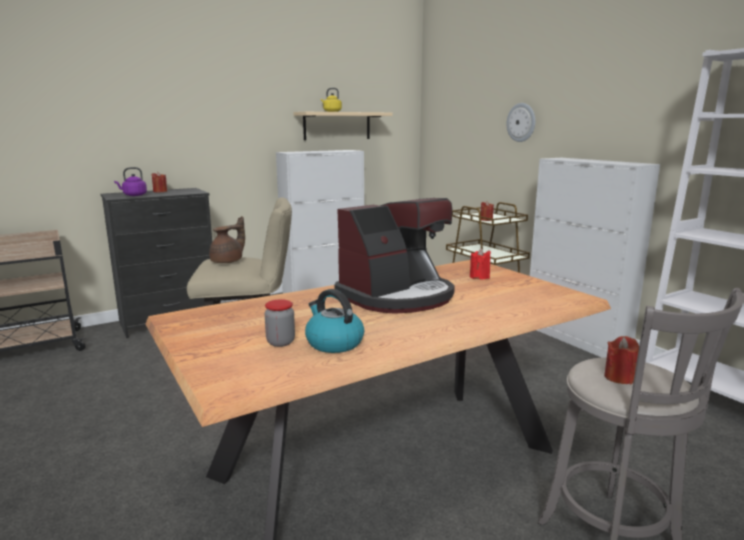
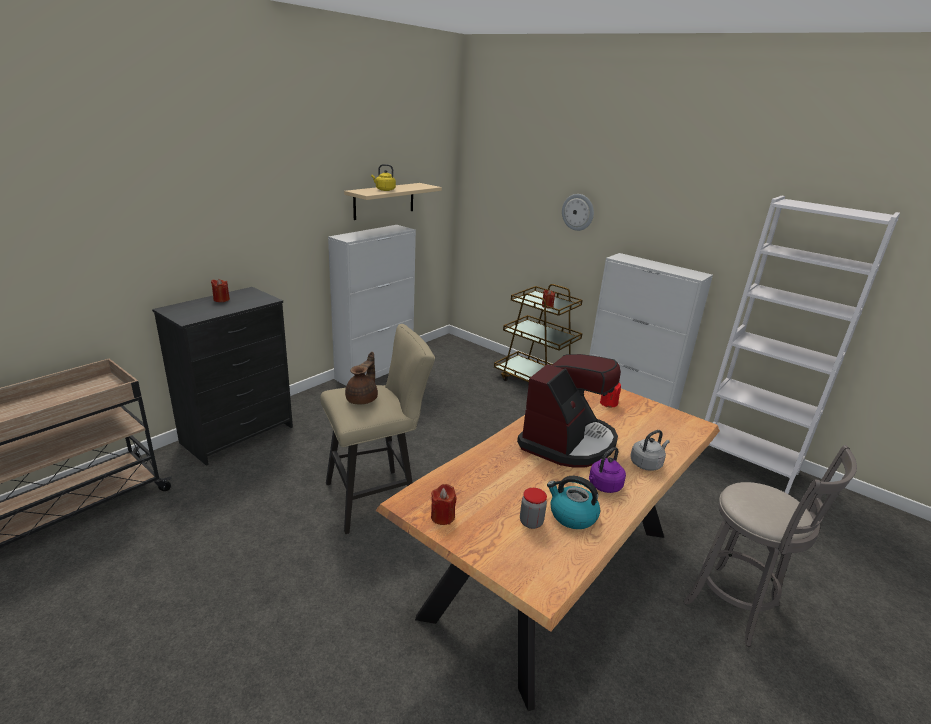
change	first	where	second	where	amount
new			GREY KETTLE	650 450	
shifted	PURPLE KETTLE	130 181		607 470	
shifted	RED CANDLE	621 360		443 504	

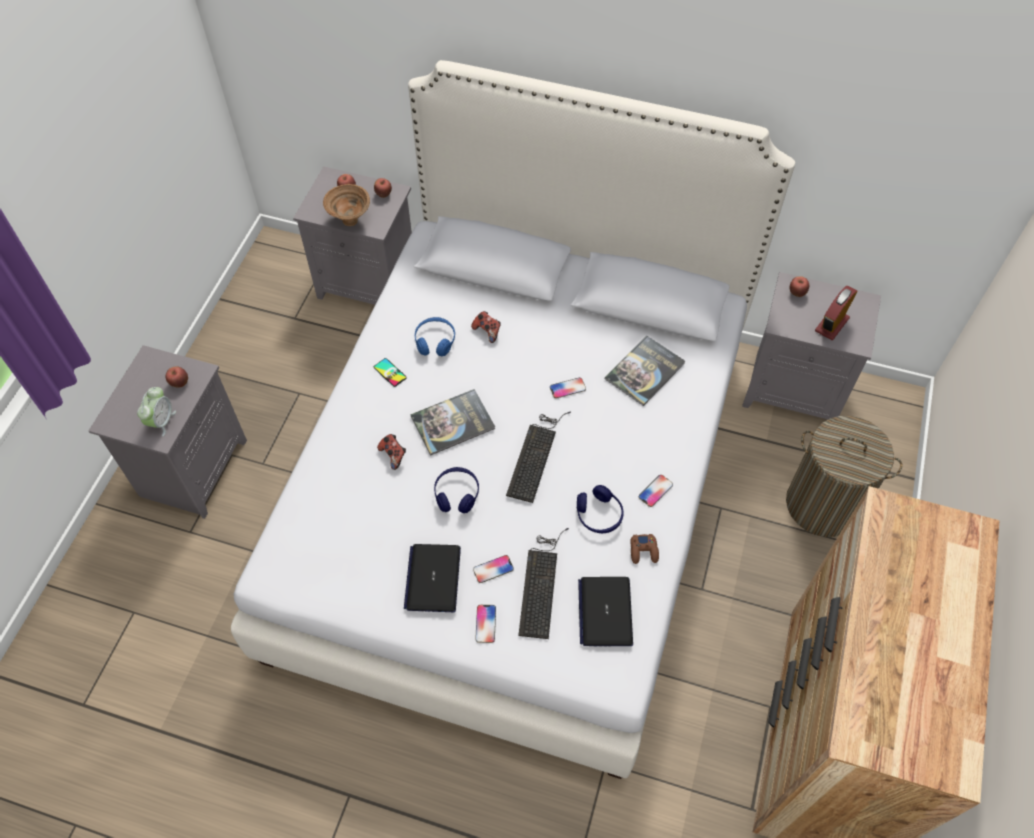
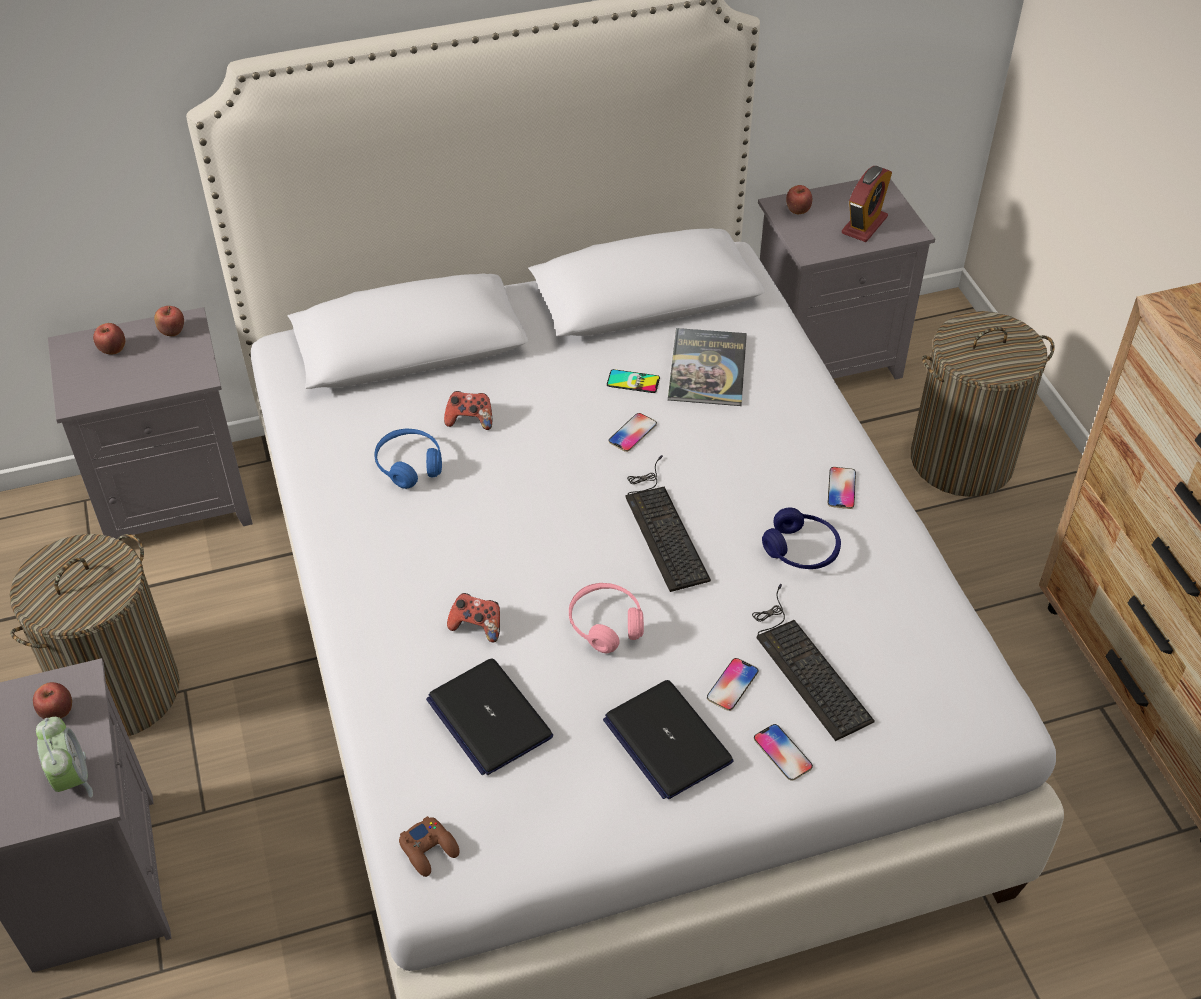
change	first	where	second	where	amount
gone	BROWN BOWL	346 205			
gone	BOOK	452 422			
new			LAUNDRY BASKET	95 635	
shifted	PHONE	390 372		633 381	
shifted	LAPTOP	605 612		489 716	
shifted	BROWN GAME CONTROLLER	644 549		429 846	
repainted	BLUE HEADPHONES	456 490	PINK HEADPHONES	606 618	
rotated	ALARM CLOCK	836 313		867 204	150 degrees counterclockwise

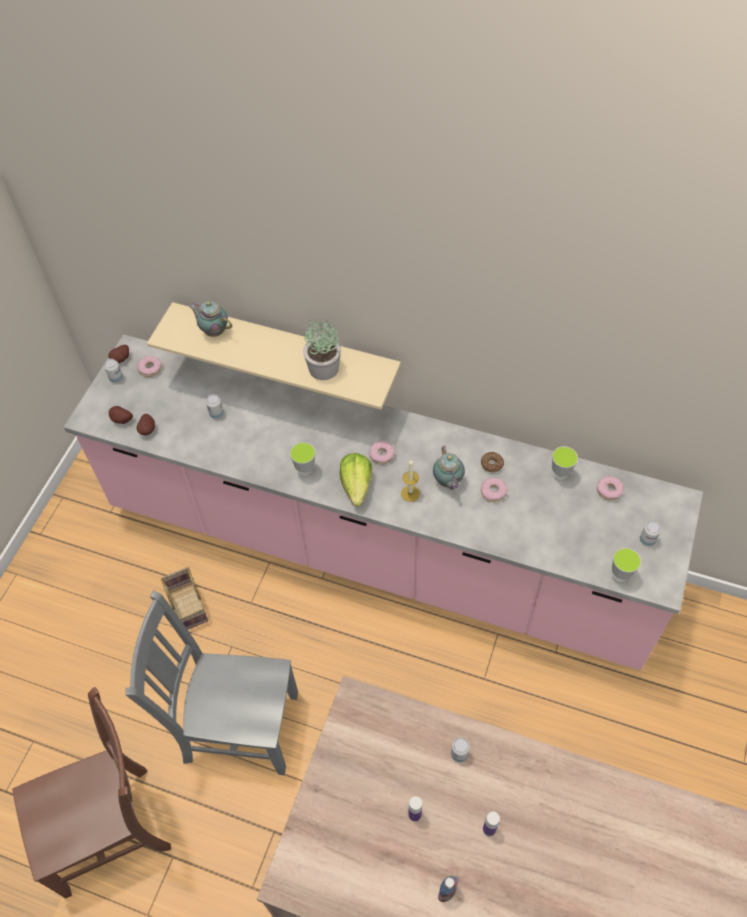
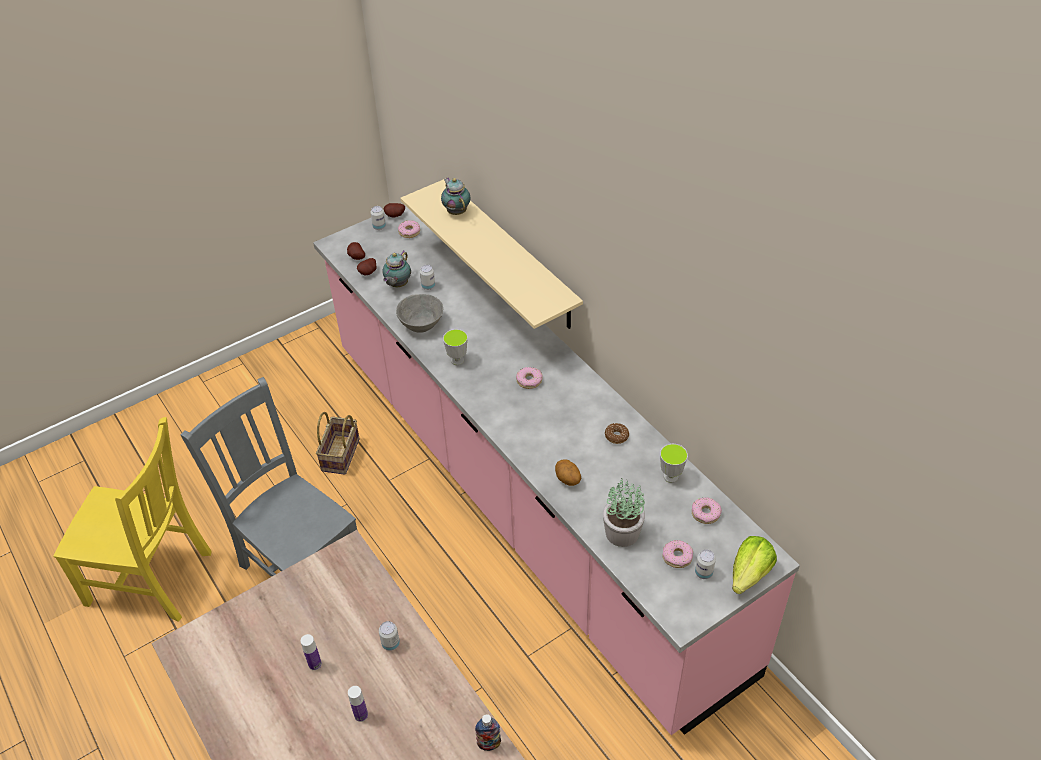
change	first	where	second	where	amount
gone	CANDLE	410 481			
gone	CUP	626 565			
new			GREY BOWL	419 313	
new			POTATO	568 472	
shifted	POTTED PLANT	322 349		624 512	
shifted	LETTUCE	356 479		754 565	
shifted	TEAPOT	449 468		397 268	
shifted	BOTTLE	448 889		488 732	
shifted	DONUT	494 490		677 554	
repainted	BROWN CHAIR	91 793	YELLOW CHAIR	132 519	

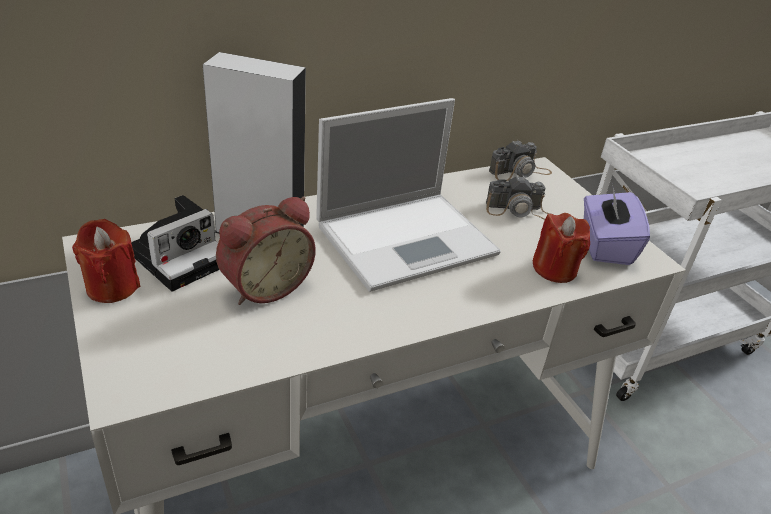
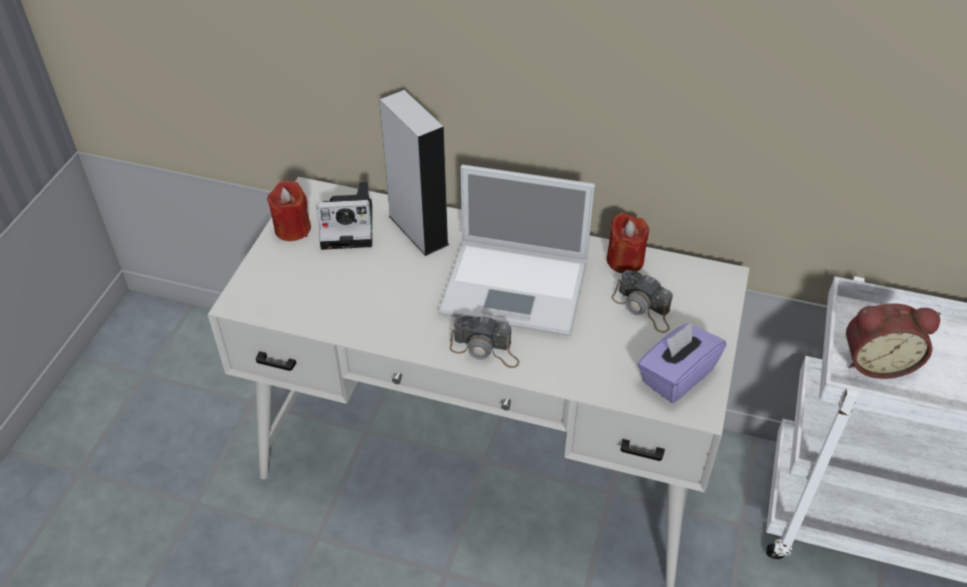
change	first	where	second	where	amount
shifted	ALARM CLOCK	266 250		893 341	
shifted	PHOTO CAMERA	520 160		485 341	
shifted	RED CANDLE	561 248		628 242	

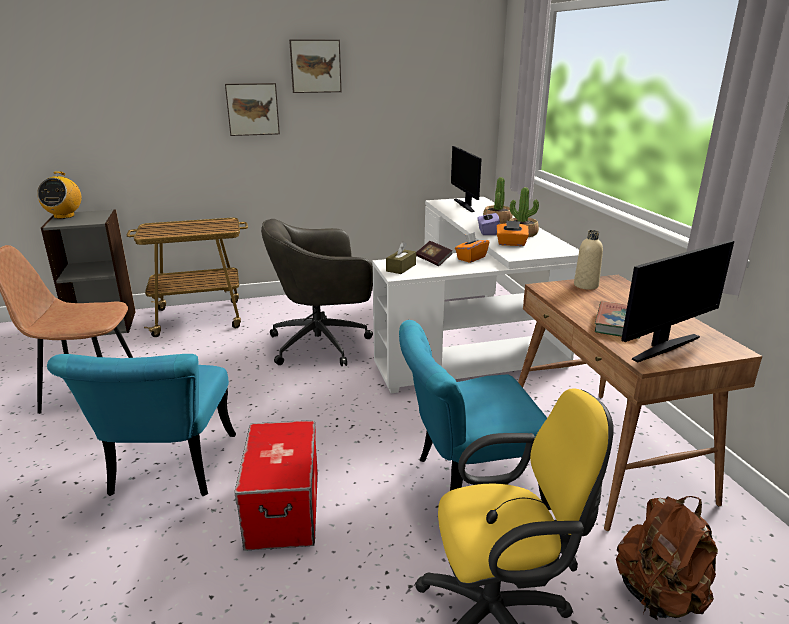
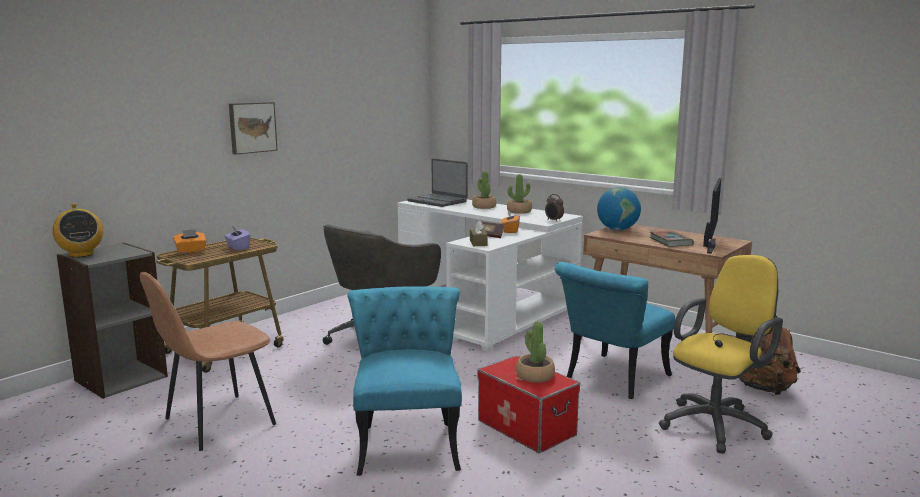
change	first	where	second	where	amount
gone	PICTURE	315 66			
new			POTTED PLANT	535 352	
new			ALARM CLOCK	554 207	
shifted	PURPLE TISSUE BOX	488 221		237 238	
shifted	ORANGE TISSUE BOX	512 233		189 241	
swapped	MONITOR	466 179	LAPTOP	437 183	
swapped	BEIGE BOTTLE	588 260	GLOBE	619 208	
rotated	TURQUOISE CHAIR	141 425		405 381	150 degrees counterclockwise

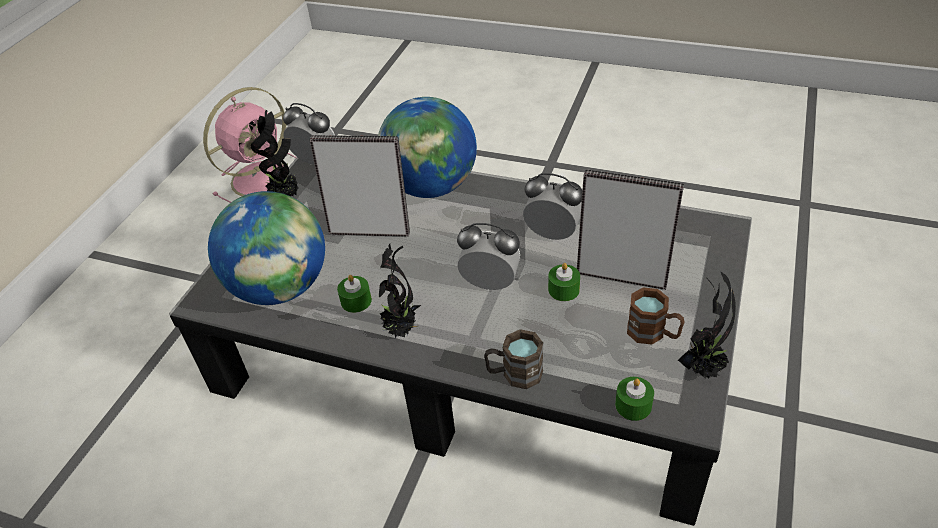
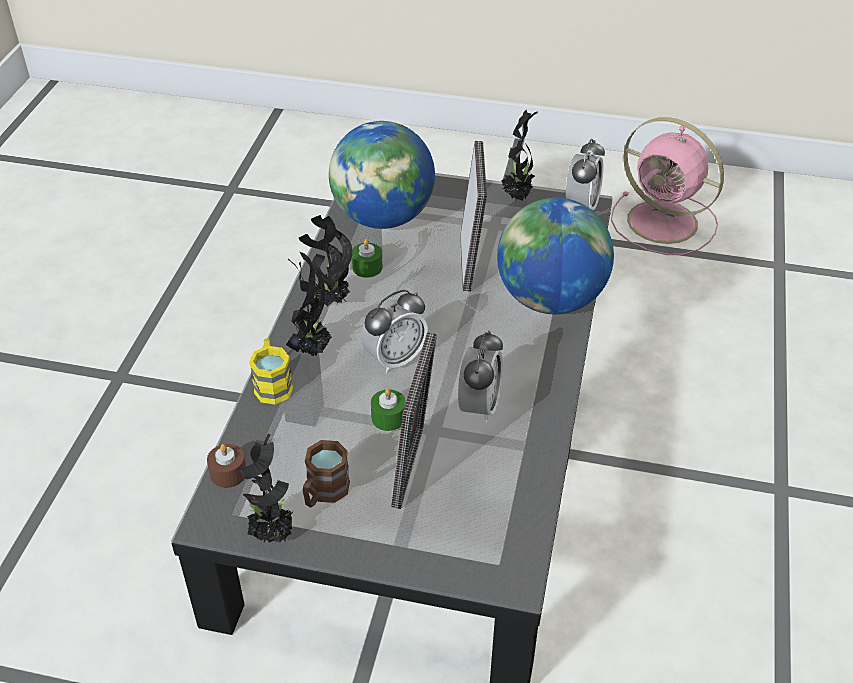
change	first	where	second	where	amount
new			POTTED PLANT	309 304	
repainted	BROWN MUG	513 359	YELLOW MUG	271 371	
repainted	GREEN CANDLE	634 399	BROWN CANDLE	226 466	
rotated	ALARM CLOCK	488 256		394 331	45 degrees clockwise

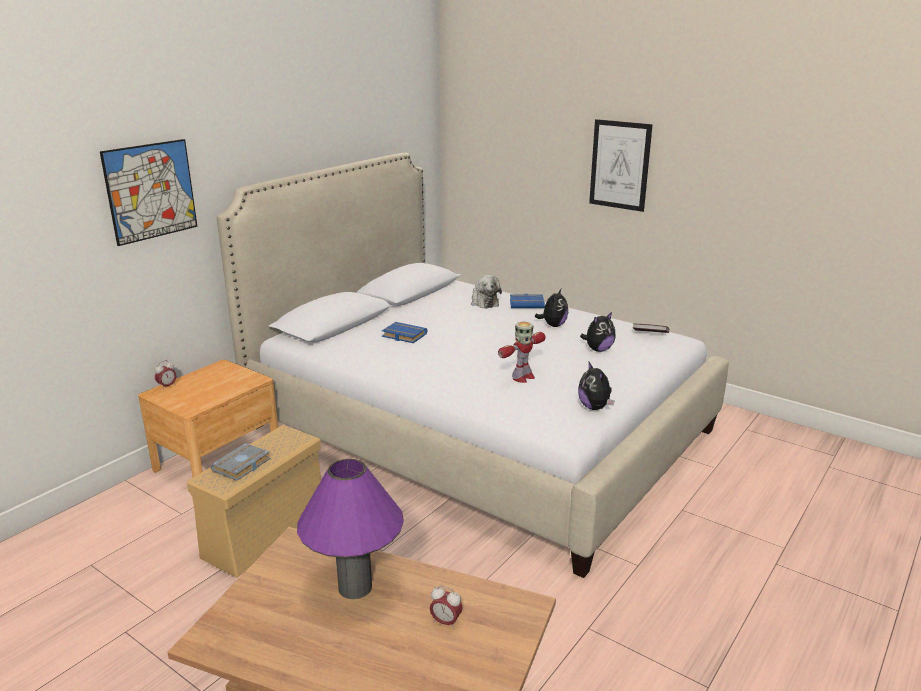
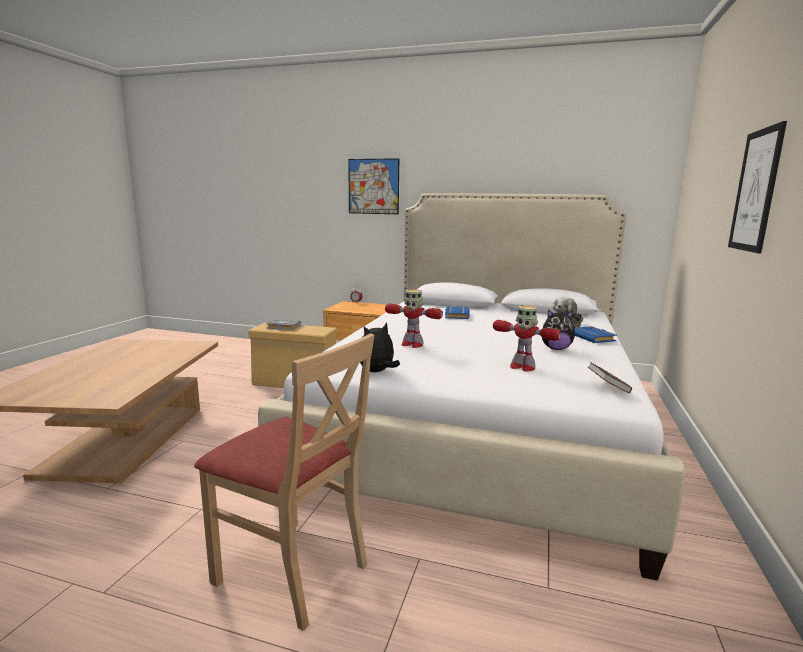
change	first	where	second	where	amount
gone	PURPLE TABLE LAMP	350 529			
gone	ALARM CLOCK	446 607			
new			BEIGE CHAIR	284 482	
swapped	PLUSH TOY	598 332	TOY ROBOT	527 338	

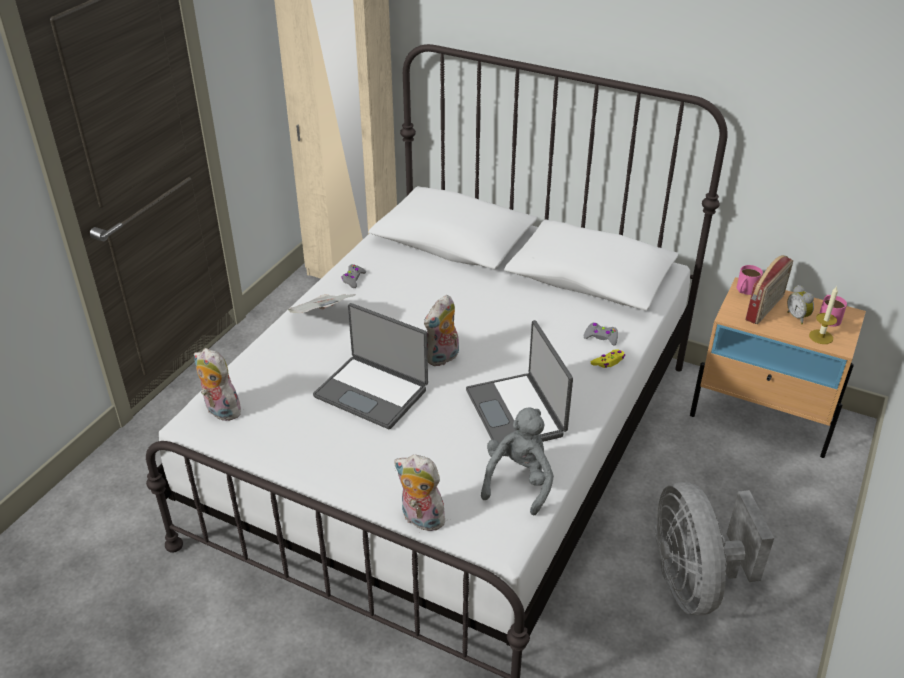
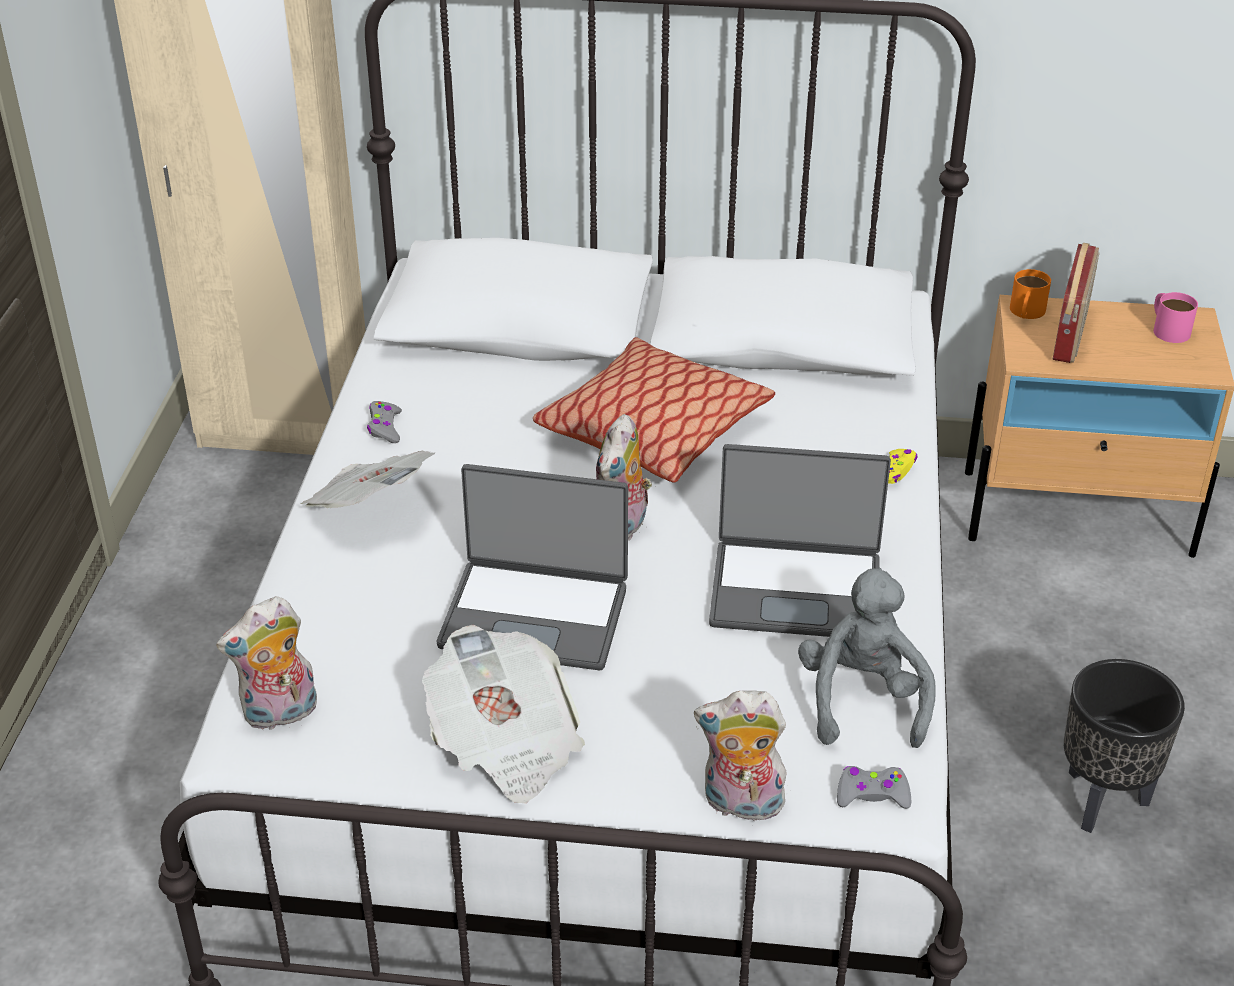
change	first	where	second	where	amount
gone	ALARM CLOCK	800 304			
gone	CANDLE	823 315			
new			NEWSPAPER	503 714	
new			PILLOW	654 410	
shifted	GREY GAME CONTROLLER	601 334		874 787	
swapped	GREY FAN	714 548	BLACK PLANTER	1124 746	
repainted	PINK MUG	750 280	ORANGE MUG	1030 294	
rotated	PLUSH TOY	218 384		266 663	45 degrees counterclockwise
rotated	LAPTOP	519 381		800 540	45 degrees counterclockwise

